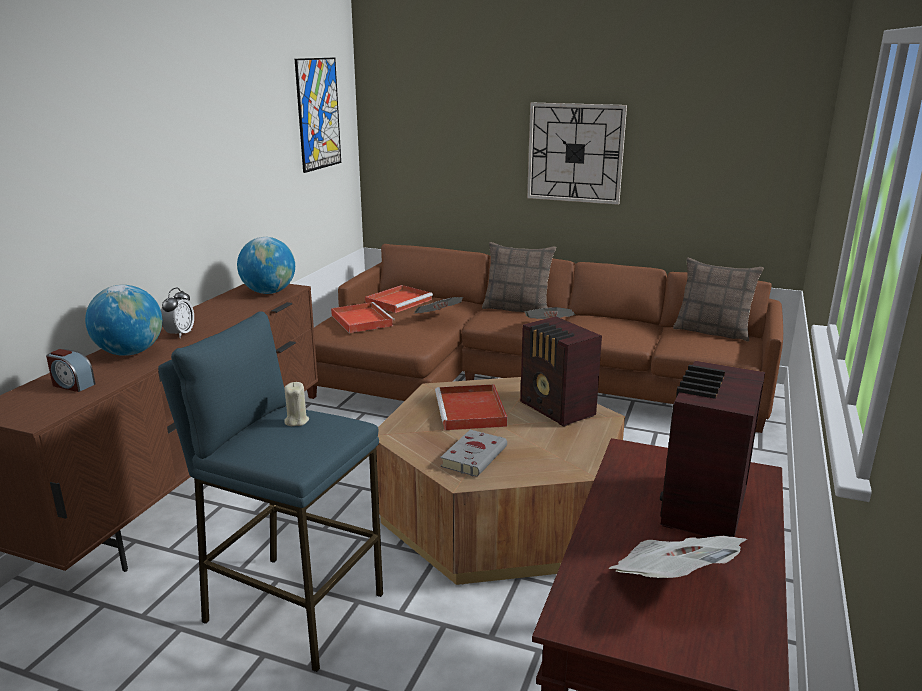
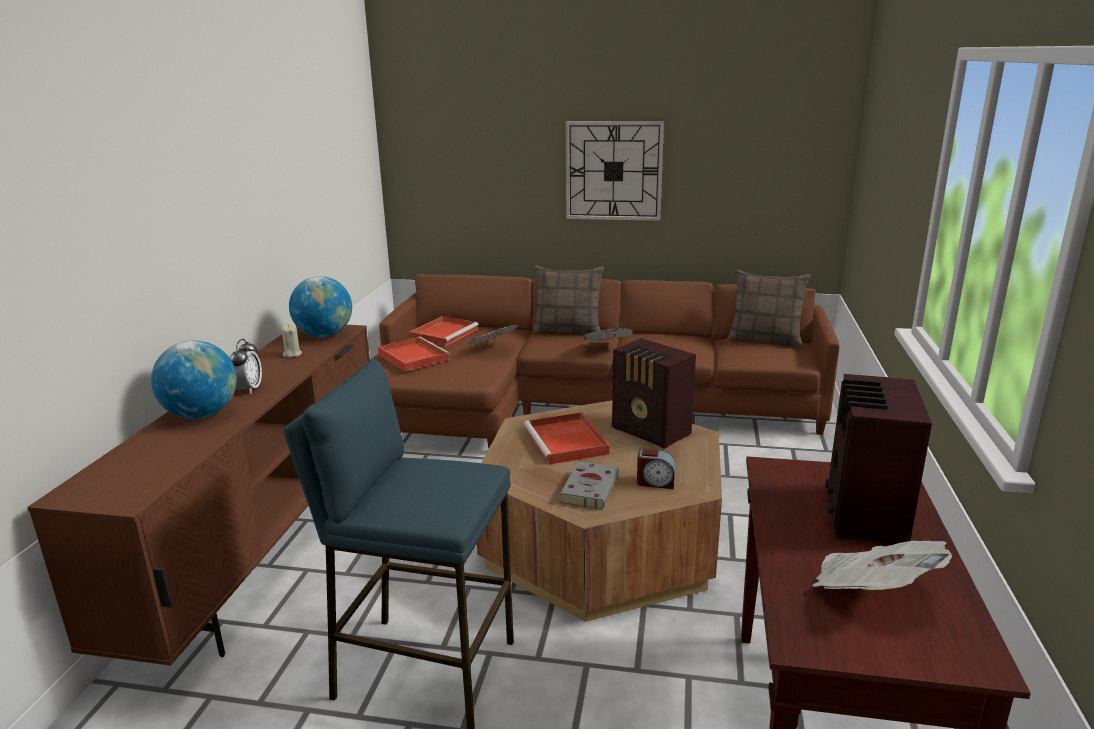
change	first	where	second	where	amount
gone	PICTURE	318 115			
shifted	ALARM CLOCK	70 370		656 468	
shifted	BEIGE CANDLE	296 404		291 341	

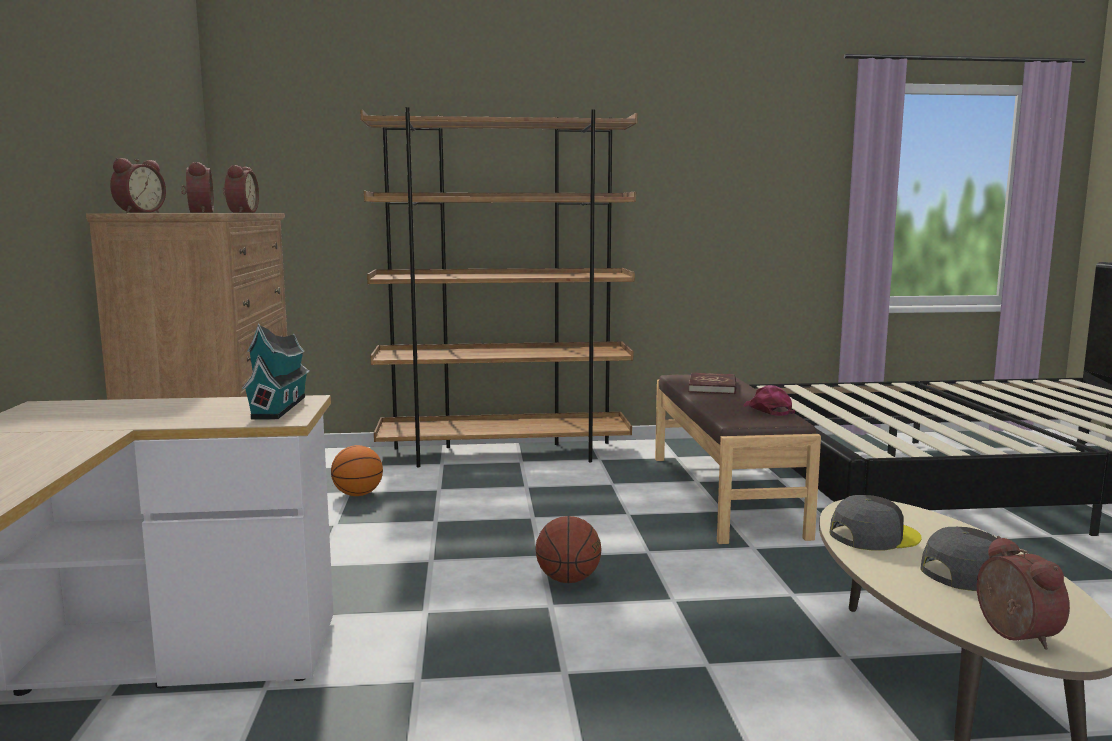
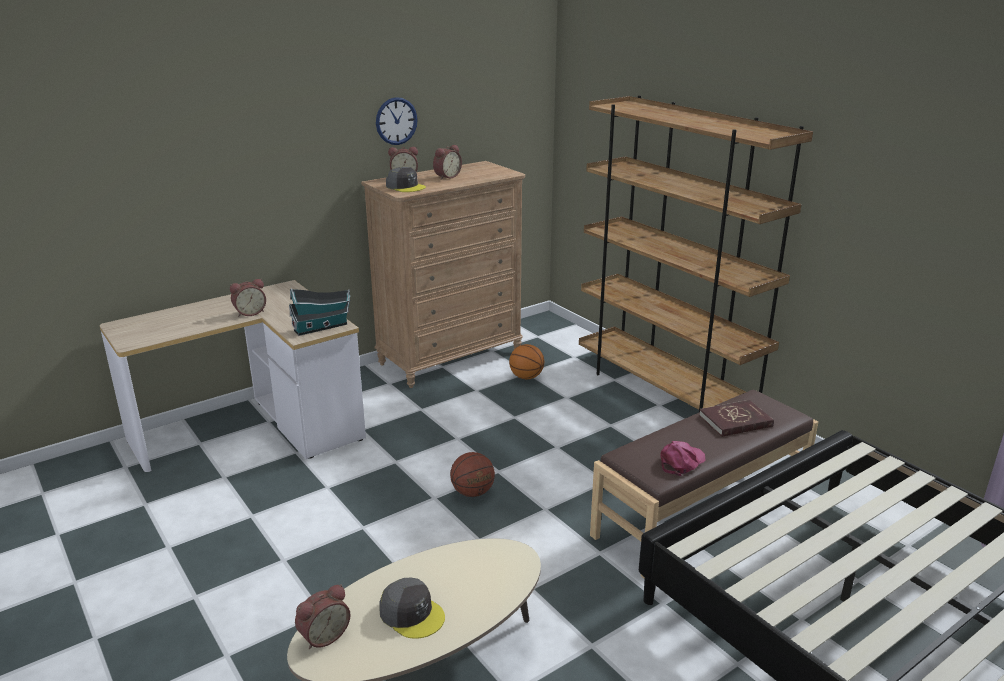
change	first	where	second	where	amount
new			WALL CLOCK	397 121	
shifted	ALARM CLOCK	241 189		248 298	
shifted	GREY CAP	875 523		406 179	

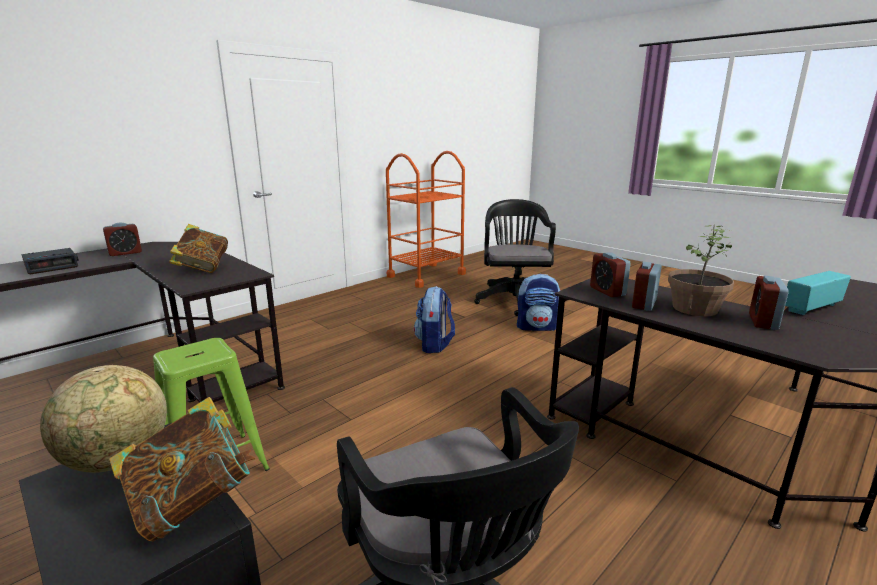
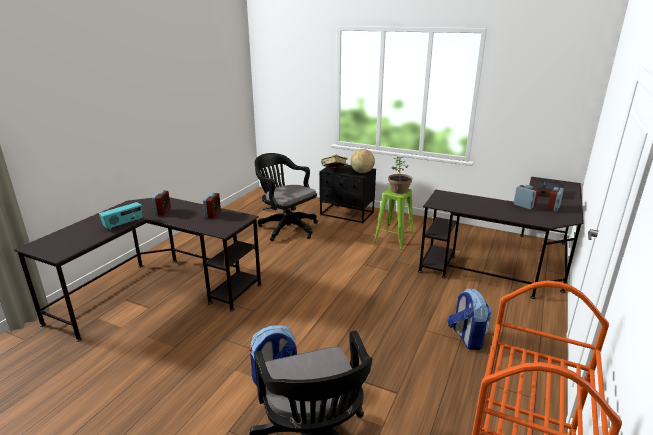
change	first	where	second	where	amount
gone	BOOK	198 248			
shifted	BACKPACK	434 319		470 319	
shifted	ALARM CLOCK	610 274		526 197	
shifted	POTTED PLANT	701 270		400 175	

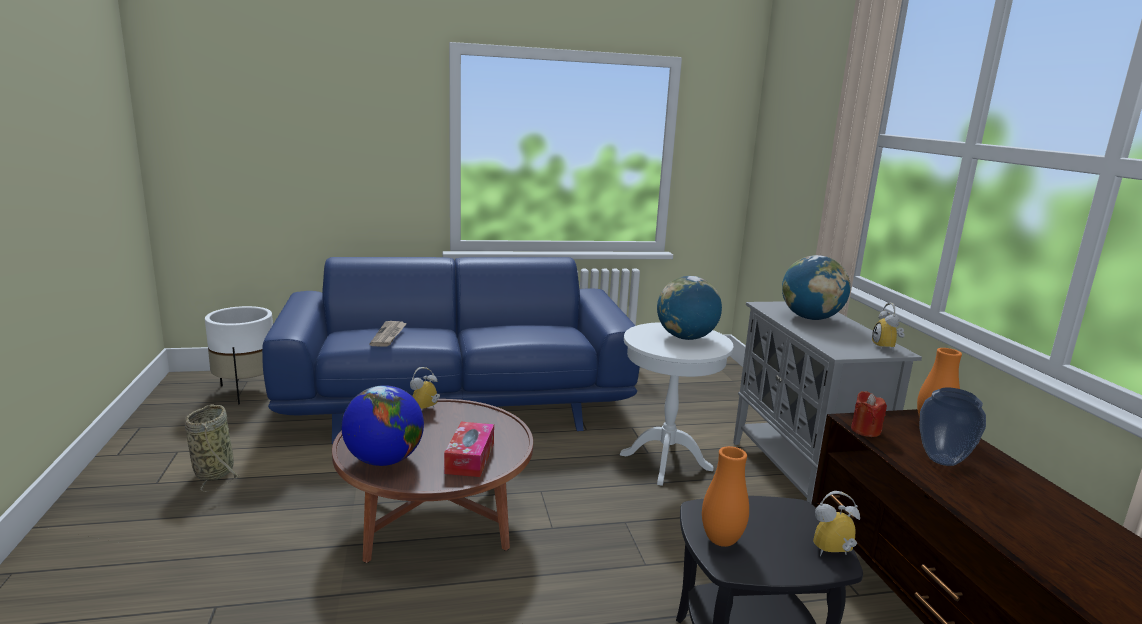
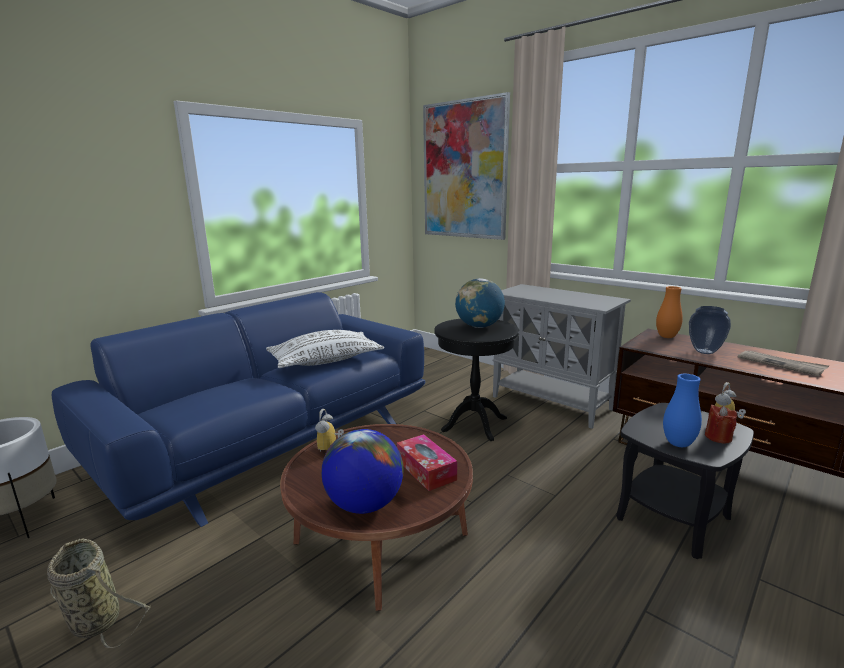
change	first	where	second	where	amount
gone	GLOBE	816 287			
gone	ALARM CLOCK	888 327			
new			WHITE PILLOW	325 349	
new			PICTURE	466 166	
shifted	NEWSPAPER	388 333		783 363	
shifted	RED CANDLE	869 414		721 424	
repainted	WHITE SIDE TABLE	677 404	BLACK SIDE TABLE	477 380	
repainted	ORANGE VASE	725 496	BLUE VASE	682 410	

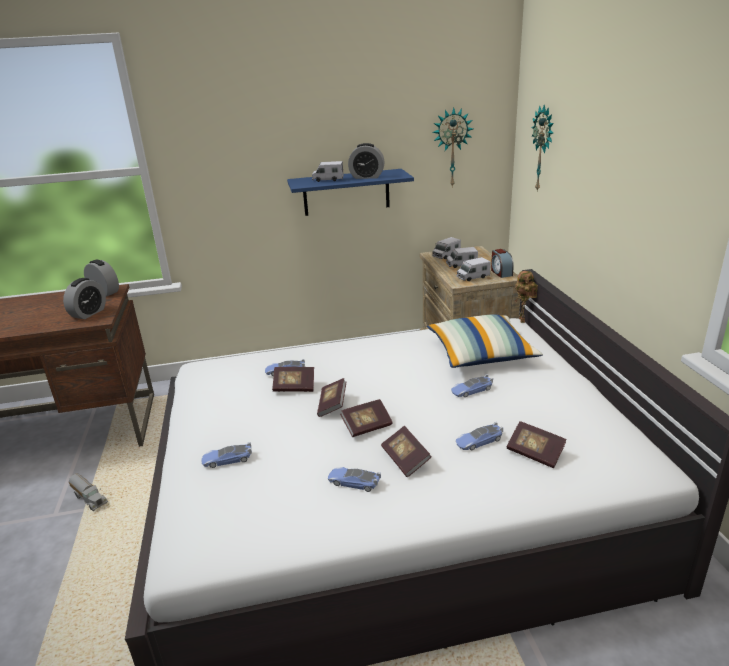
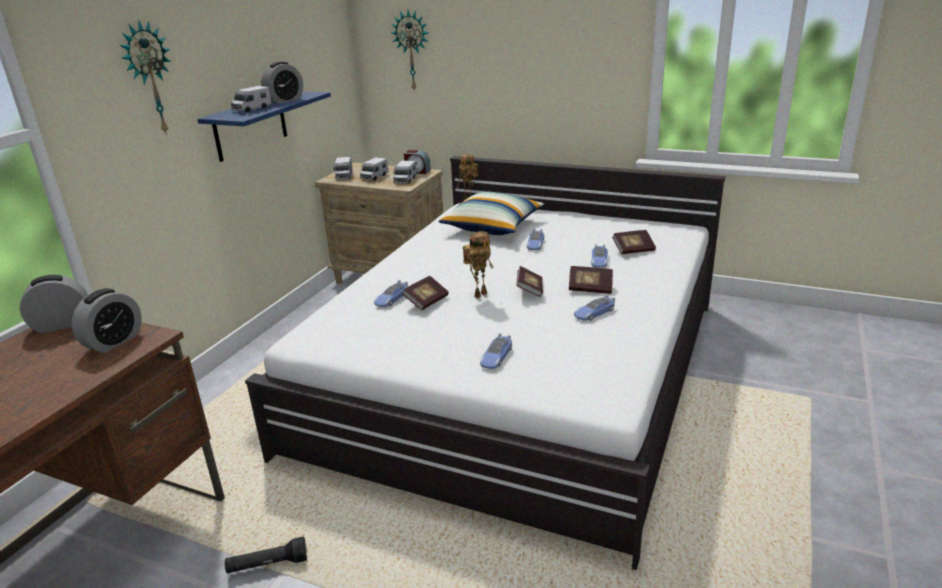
change	first	where	second	where	amount
shifted	WALL CLOCK	453 146		145 77	
swapped	TOY TRUCK	88 492	BLACK FLASHLIGHT	266 555	
swapped	BOOK	331 397	TOY ROBOT	478 264	
rotated	ALARM CLOCK	84 298		107 320	60 degrees clockwise

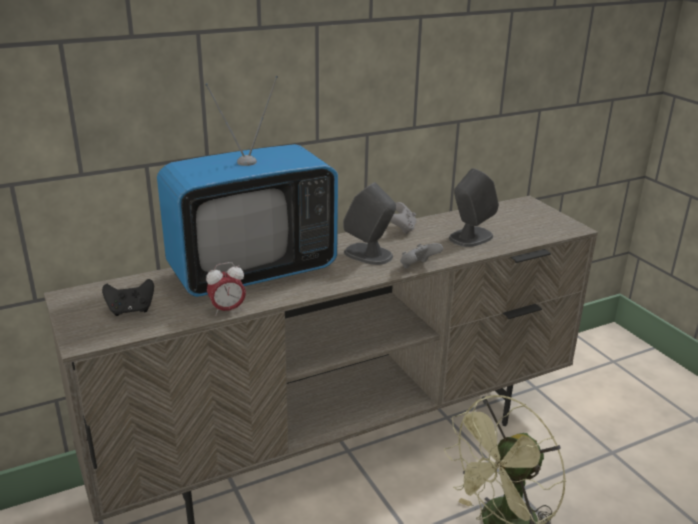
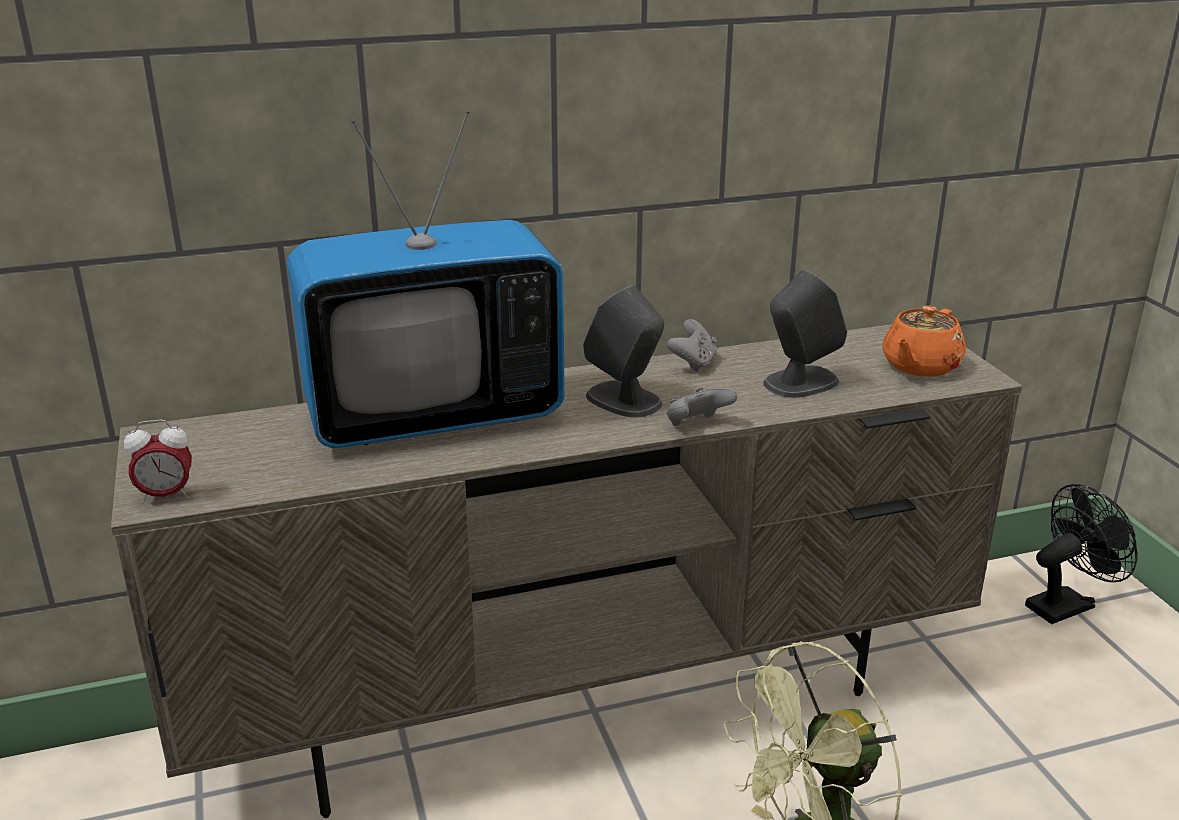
change	first	where	second	where	amount
gone	BLACK GAME CONTROLLER	128 297			
new			ORANGE TEAPOT	924 341	
new			BLACK FAN	1081 554	
shifted	ALARM CLOCK	226 289		158 462	

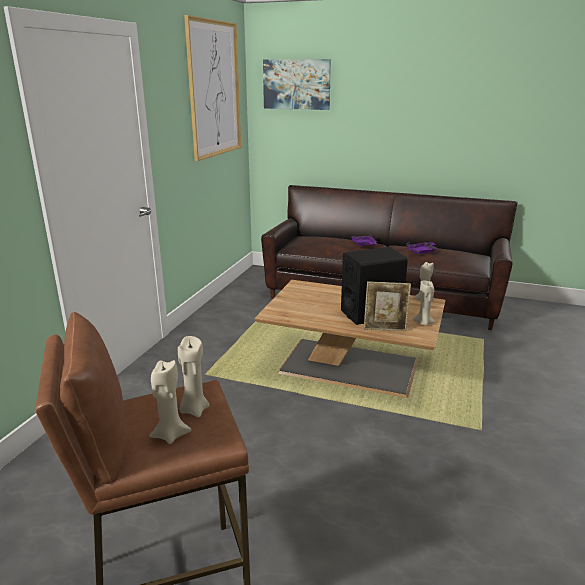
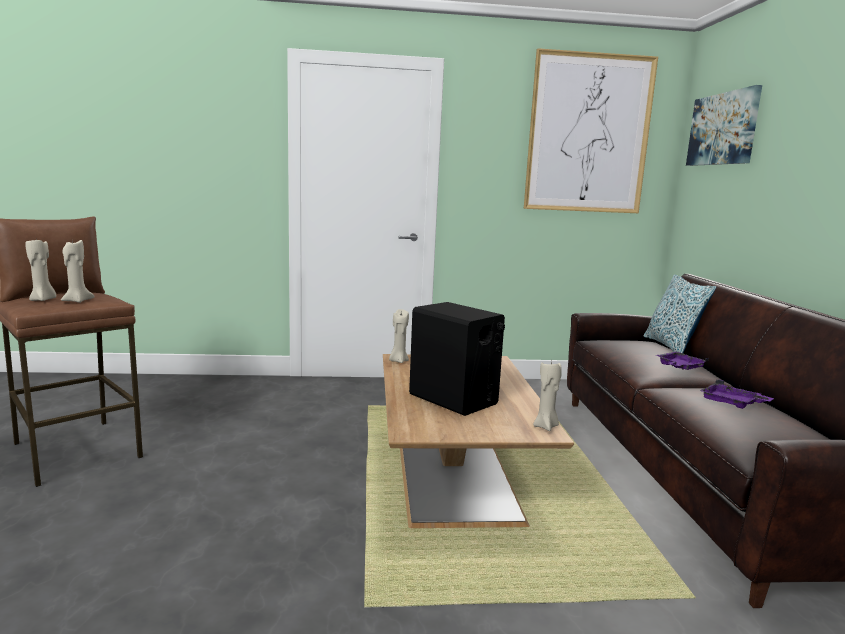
change	first	where	second	where	amount
gone	PICTURE FRAME	387 306			
new			PILLOW	680 313	
shifted	BEIGE CANDLE	424 303		399 336	

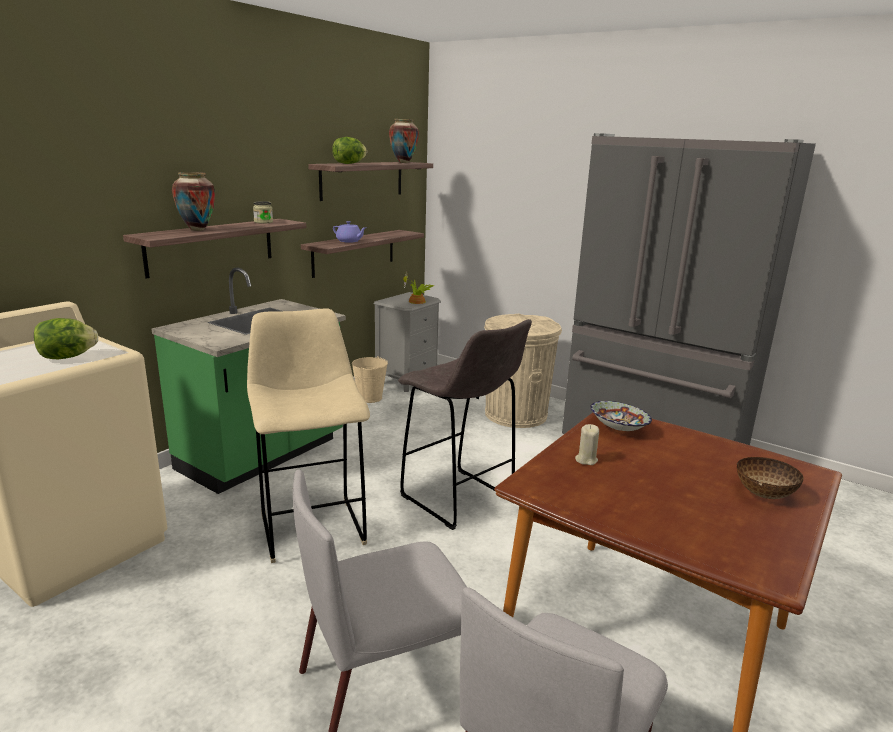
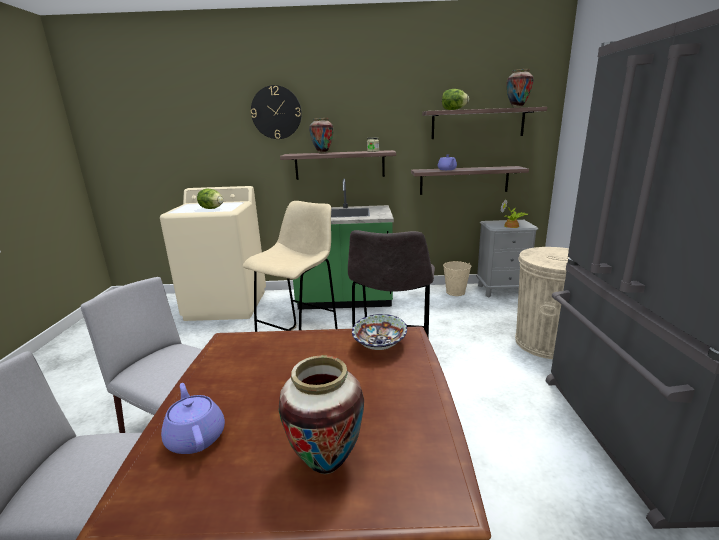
change	first	where	second	where	amount
gone	BEIGE CANDLE	587 444			
new			PURPLE TEAPOT	193 418	
new			WALL CLOCK	276 112	
swapped	BOWL	770 478	VASE	321 414	

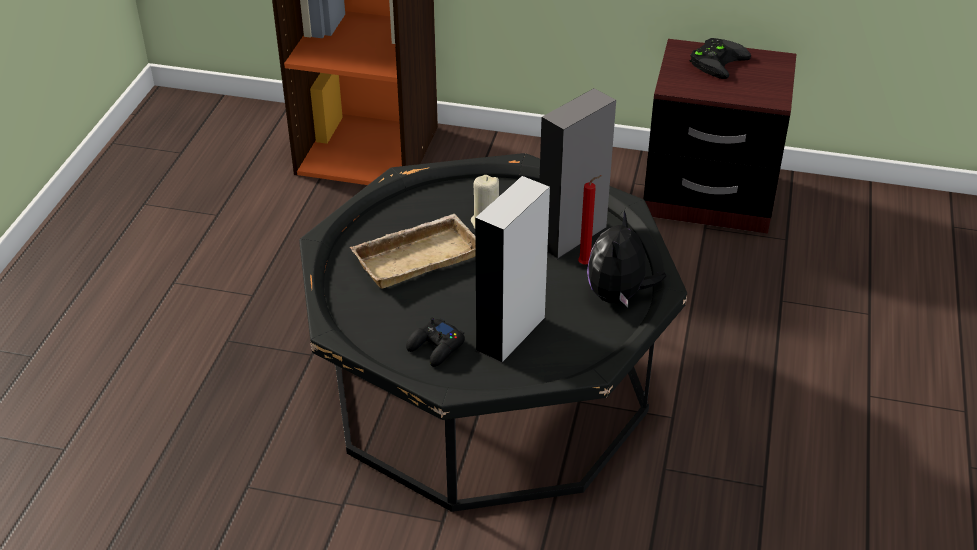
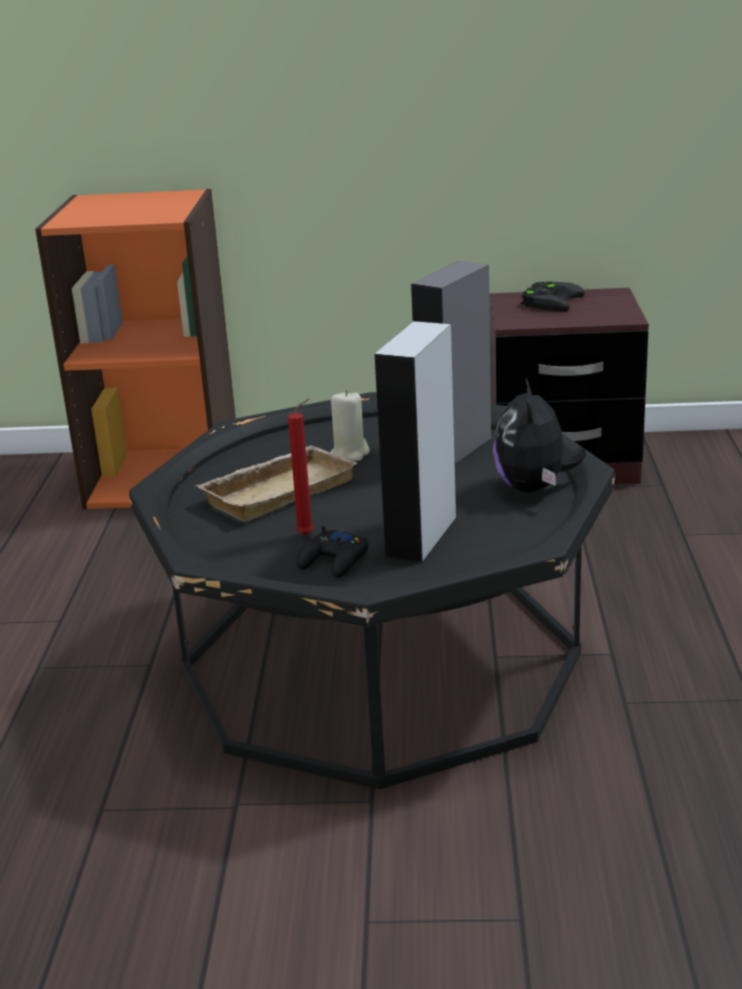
change	first	where	second	where	amount
shifted	RED CANDLE	590 220		301 467	

